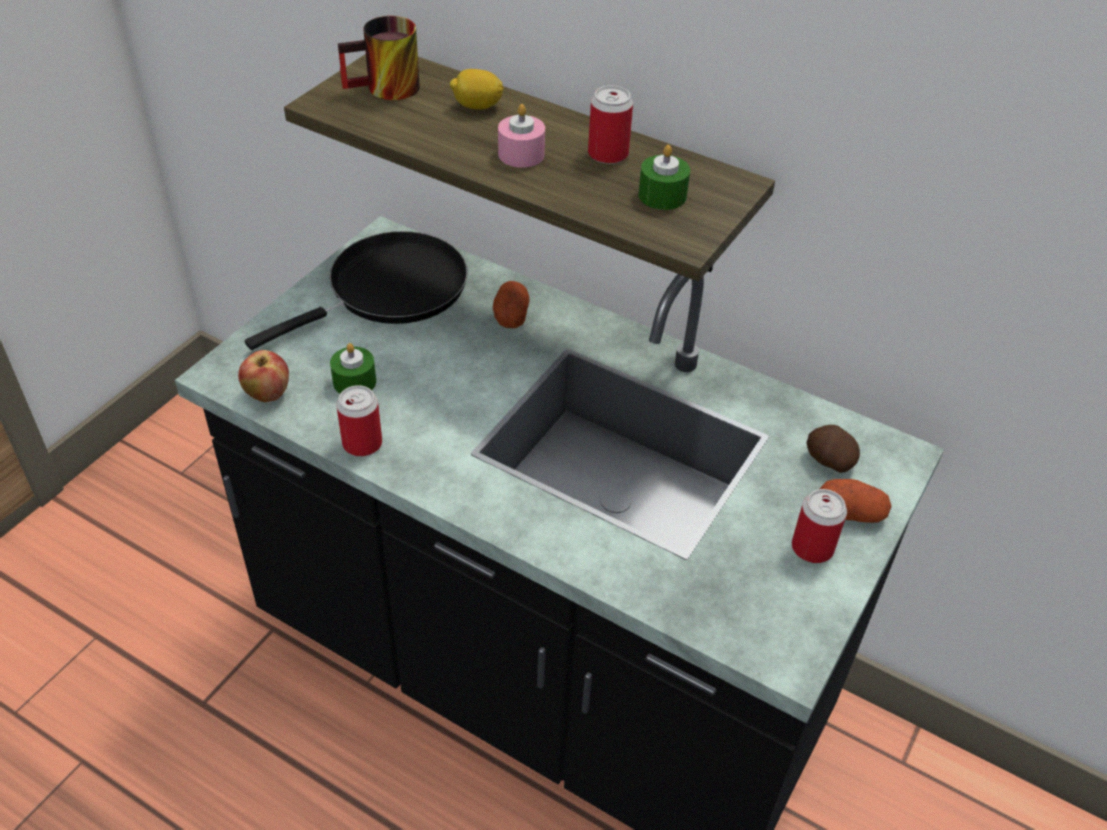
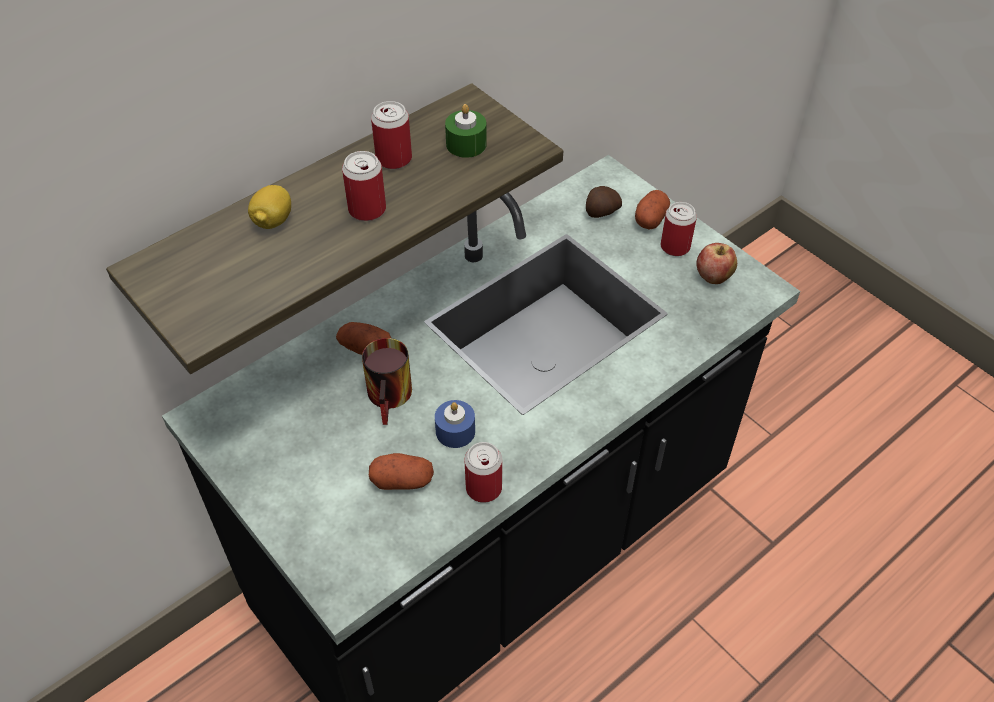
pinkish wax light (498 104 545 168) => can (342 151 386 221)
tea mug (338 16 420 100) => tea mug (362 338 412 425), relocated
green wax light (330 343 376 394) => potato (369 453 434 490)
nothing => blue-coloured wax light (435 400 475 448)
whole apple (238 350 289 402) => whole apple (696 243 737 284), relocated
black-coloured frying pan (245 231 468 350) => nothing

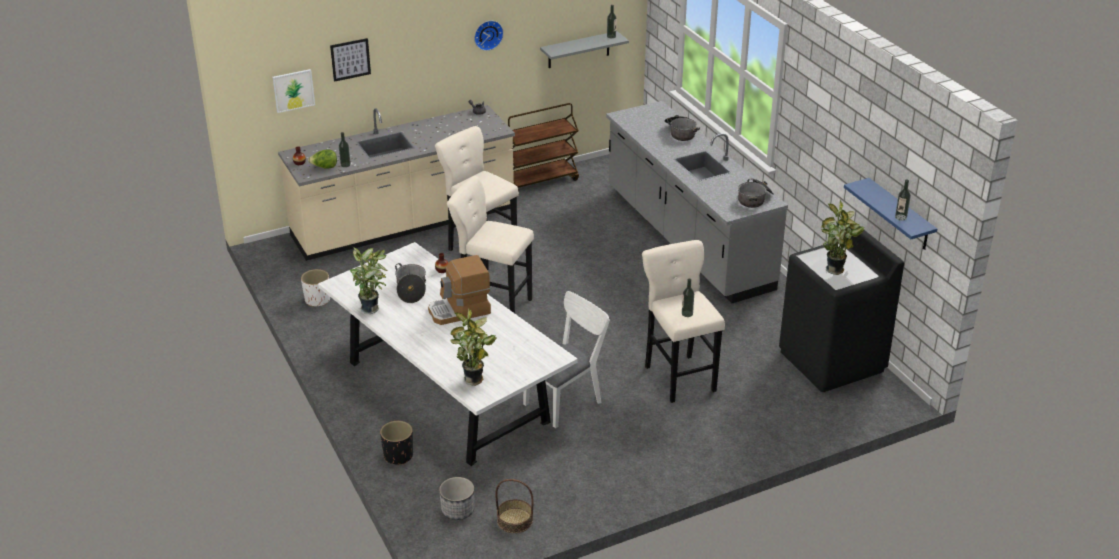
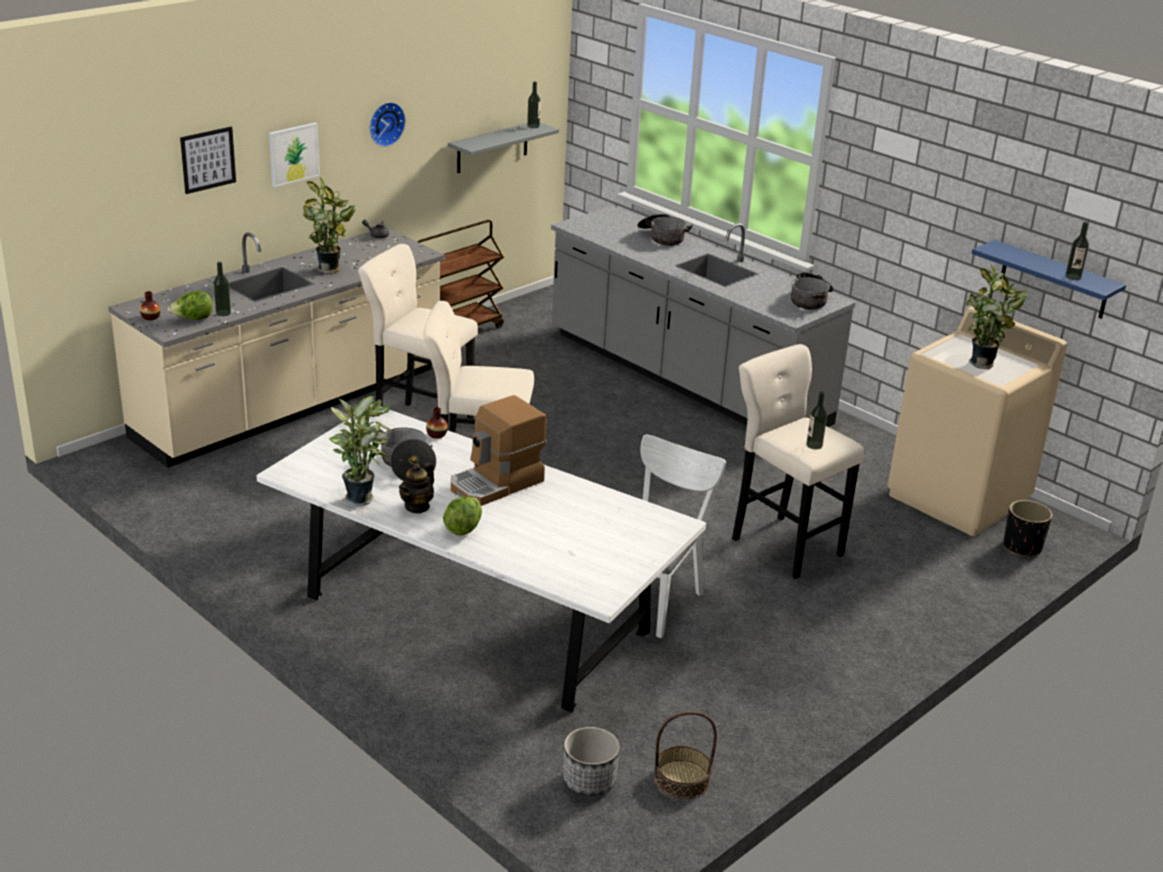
picture (272 69 315 113) => picture (269 123 320 187), relocated
potted plant (450 308 497 386) => potted plant (303 177 356 274), relocated
nothing => tea pot (399 463 434 514)
nothing => lettuce (443 497 482 535)
black-coloured washing machine (779 226 904 392) => beige washing machine (888 306 1067 536)
black-coloured flower pot (380 421 413 465) => black-coloured flower pot (1004 500 1052 556), relocated
whitish flower pot (301 269 330 306) => nothing

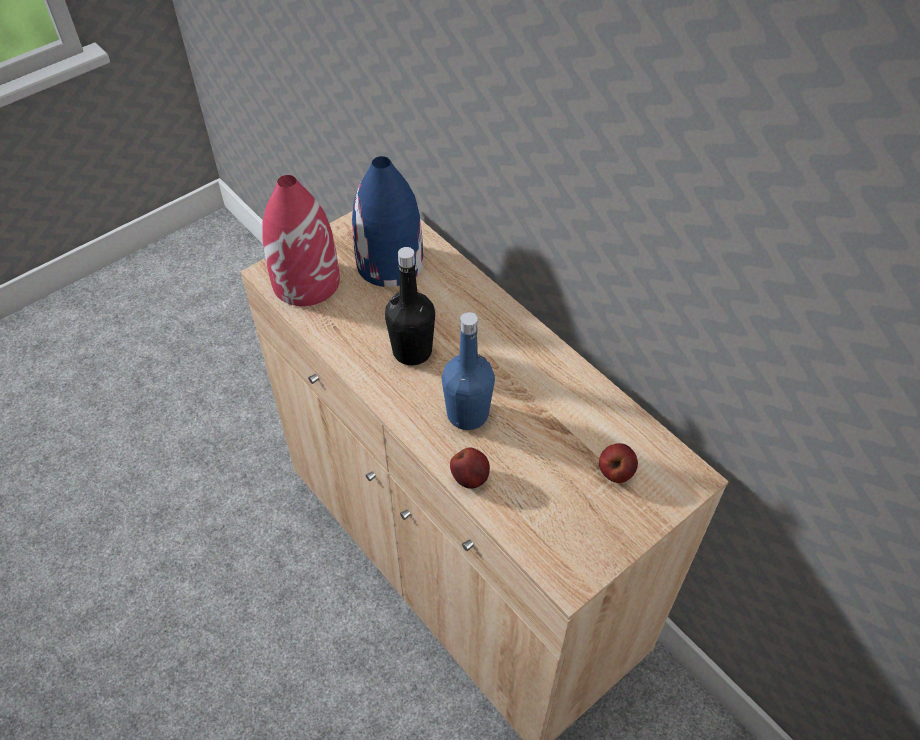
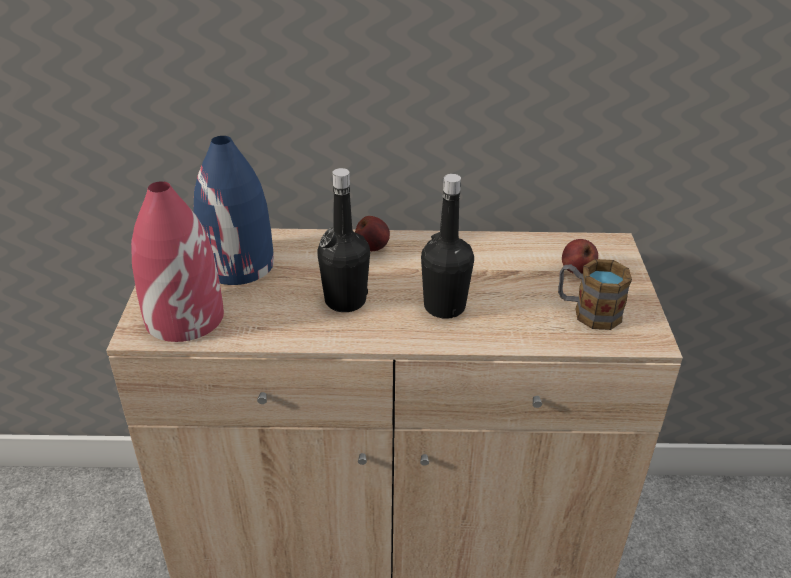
whole apple (450 448 490 489) => whole apple (355 216 390 251), relocated
blue-coloured drink bottle (442 312 495 430) => black-coloured drink bottle (421 174 474 319)
nothing => tea mug (558 259 632 330)

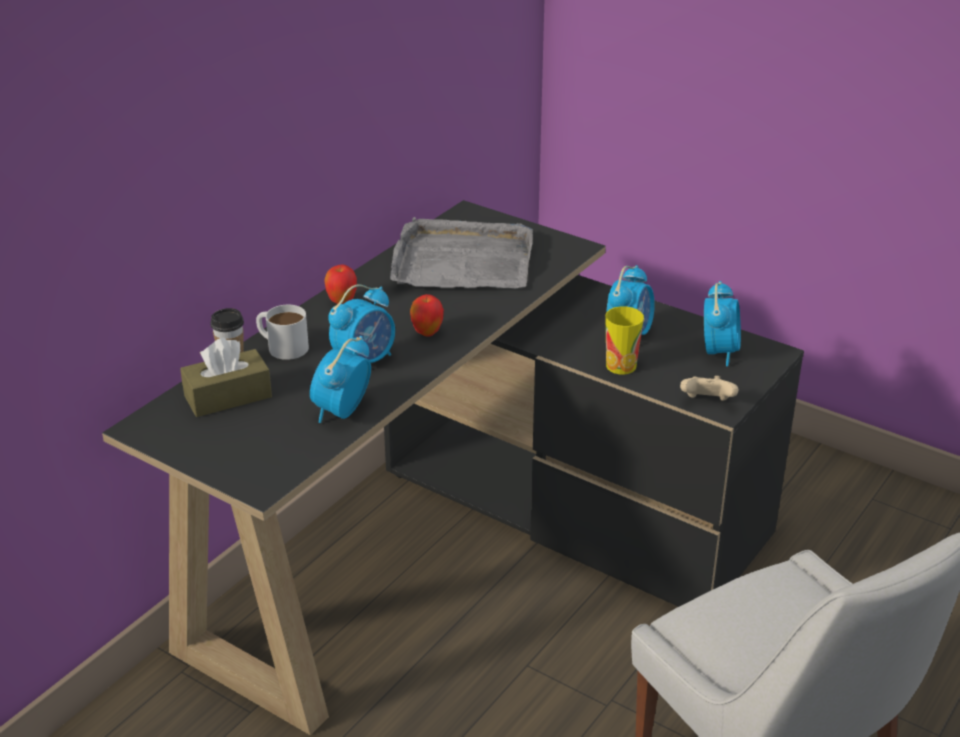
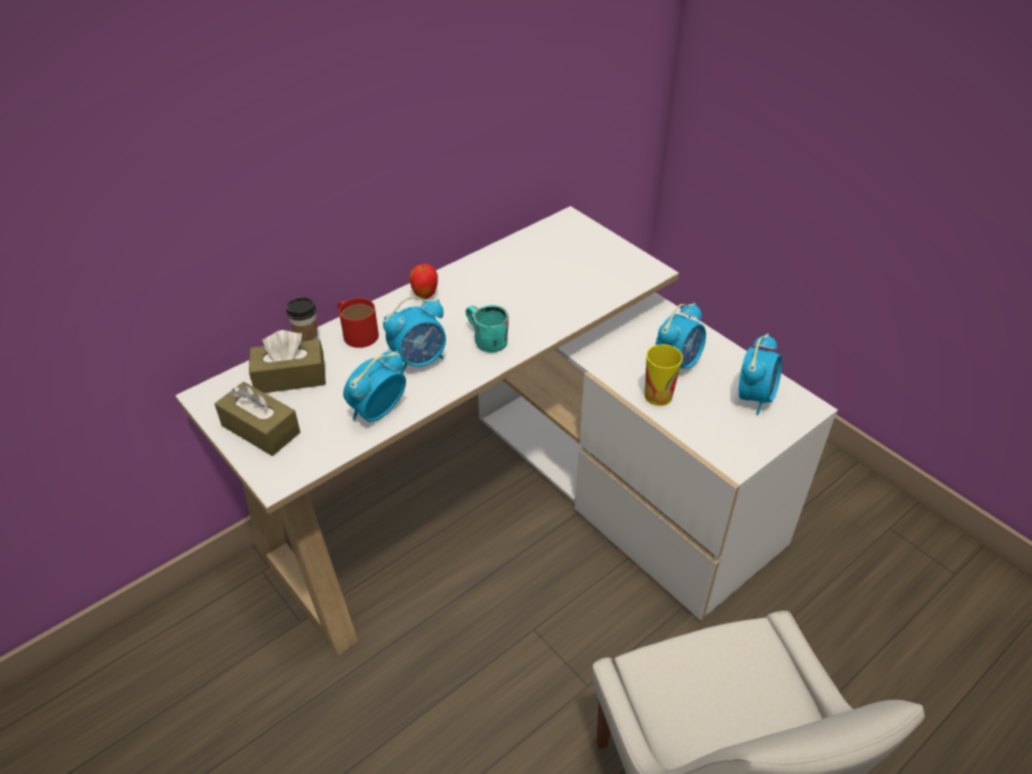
black-coloured desk (102 200 804 735) => whitish desk (175 206 838 655)
nothing => brown-coloured box of tissues (215 382 300 456)
whitish tea mug (256 305 309 360) => red-coloured tea mug (337 298 379 348)
whole apple (410 294 444 337) => turquoise tea mug (466 305 509 353)
greyish tray (390 217 533 288) => nothing
beige game controller (680 376 738 401) => nothing

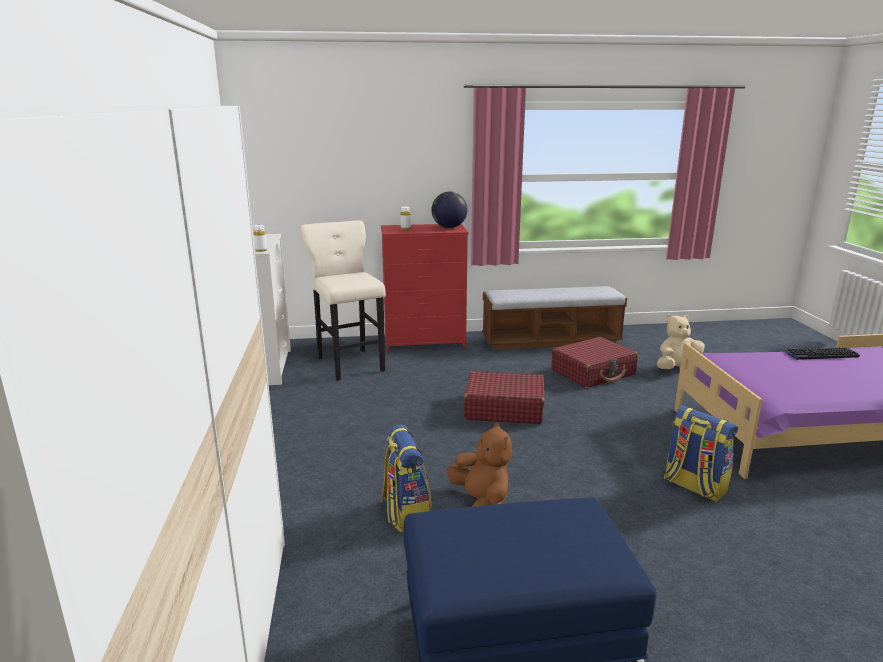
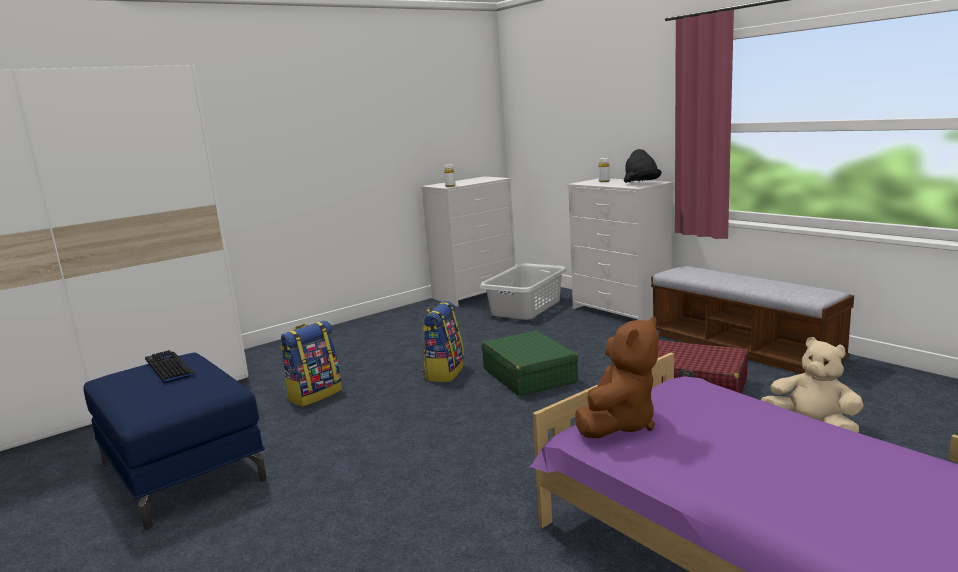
PC keyboard (786 348 860 360) => PC keyboard (145 350 196 383), relocated
knapsack (664 405 738 502) => knapsack (422 301 464 382), relocated
beige stool (300 220 386 381) => greyish washing basket (480 264 567 320)
red-coloured travel case (464 371 545 424) => green travel case (482 331 578 396)
red-coloured drawer chest (381 224 469 352) => whitish drawer chest (567 179 673 321)
brown-coloured plush toy (447 422 512 507) => brown-coloured plush toy (575 316 659 438), relocated
globe (432 192 467 228) => black-coloured clothing hat (624 149 661 183)

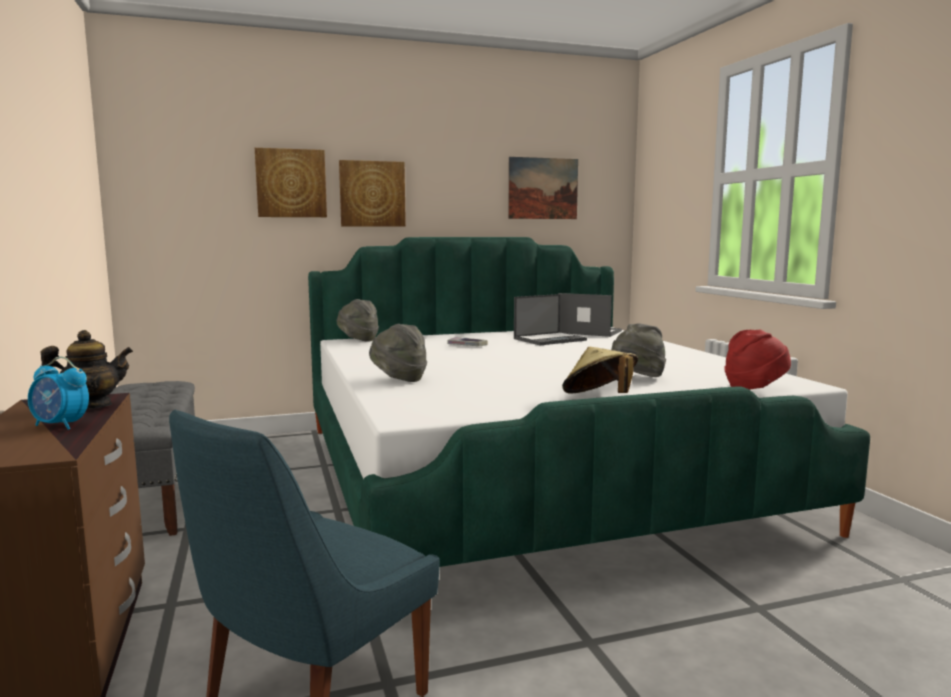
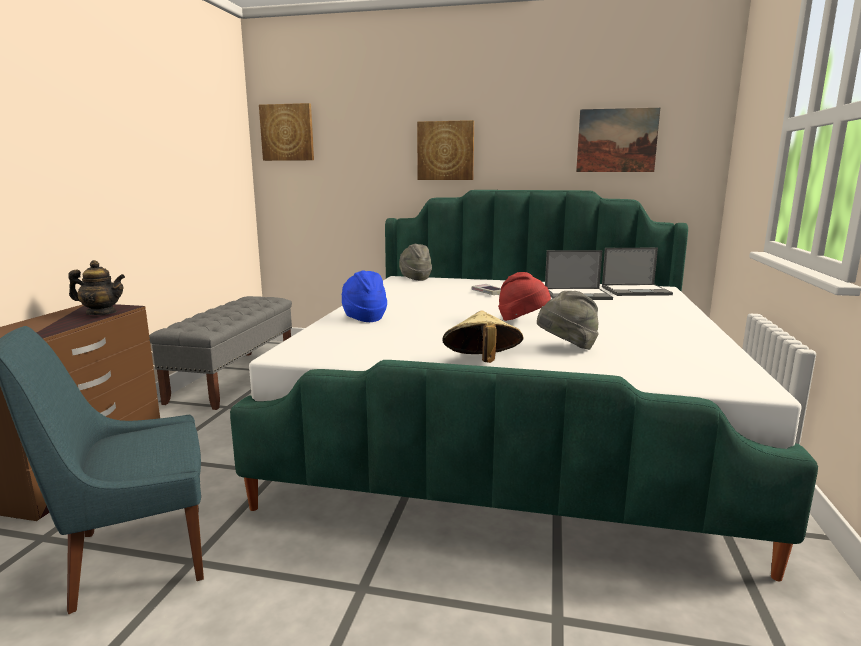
picture (255 148 327 217) => picture (259 103 314 161), relocated
greyish clothing hat (369 324 427 382) => blue-coloured clothing hat (342 270 387 322)
red-coloured clothing hat (724 330 791 390) => red-coloured clothing hat (498 272 551 321), relocated
laptop (558 293 622 337) => laptop (602 248 673 296), 120 degrees clockwise
bedside clock (28 356 89 430) => nothing

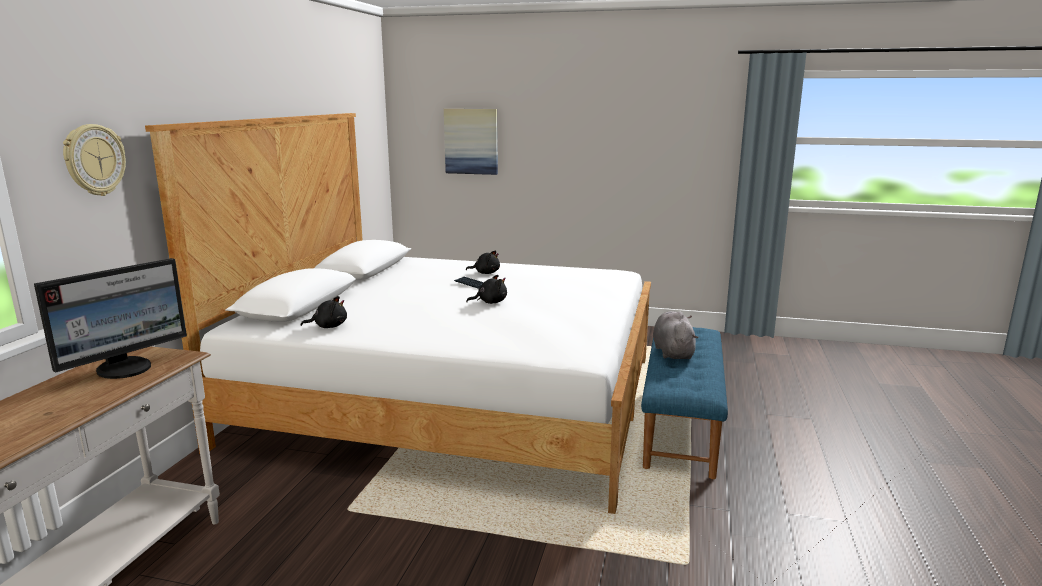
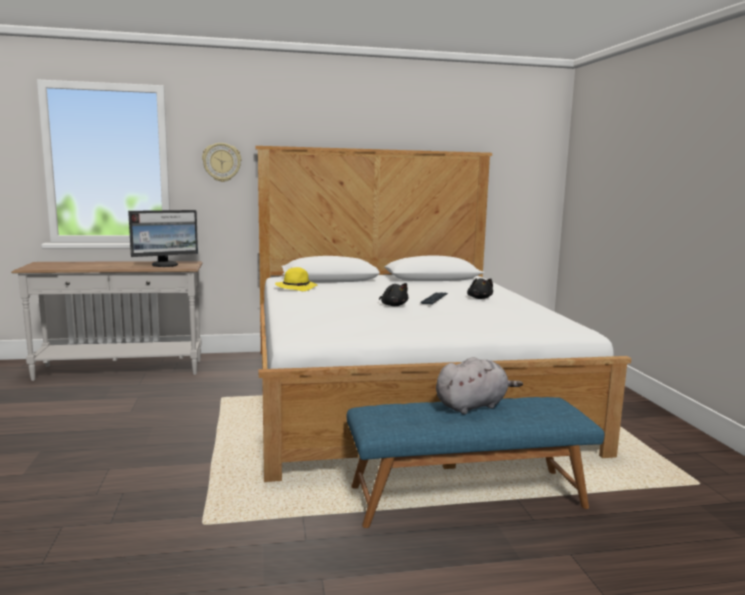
computer screen (34 258 187 379) => computer screen (128 210 198 267), 45 degrees counterclockwise
black-coloured plush toy (301 296 347 328) => yellowish clothing hat (275 267 317 291)
picture (444 109 498 175) => nothing

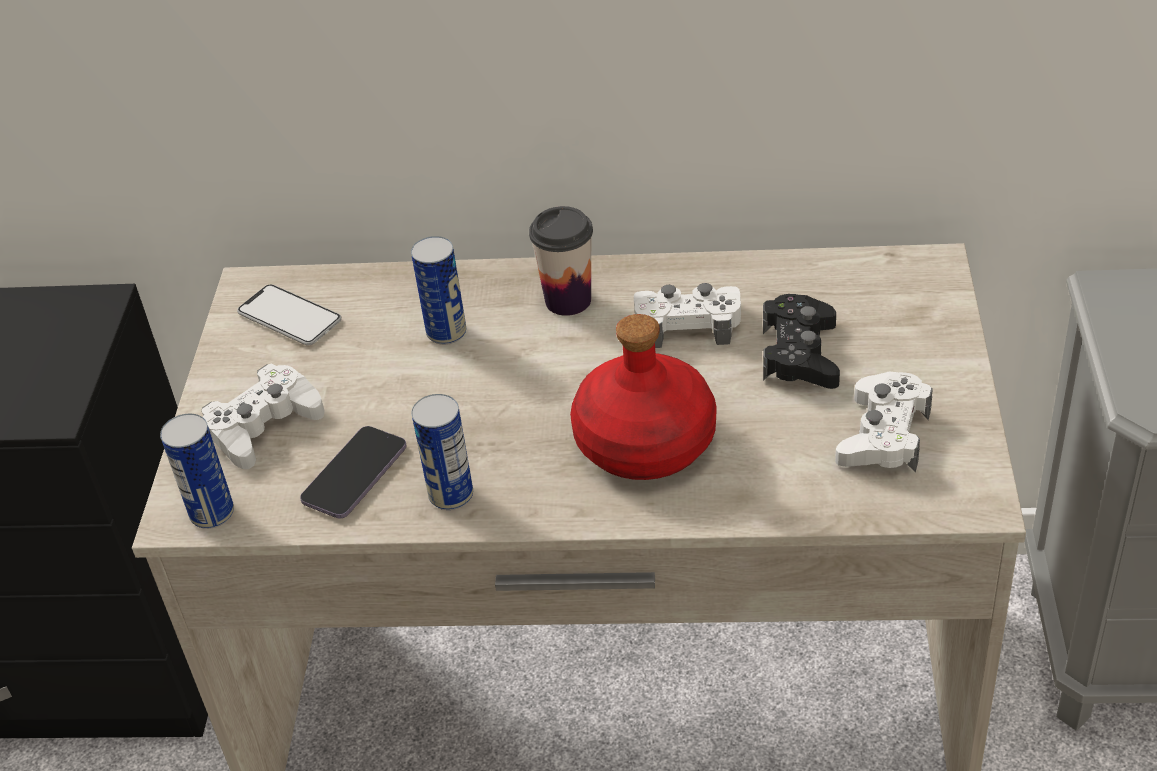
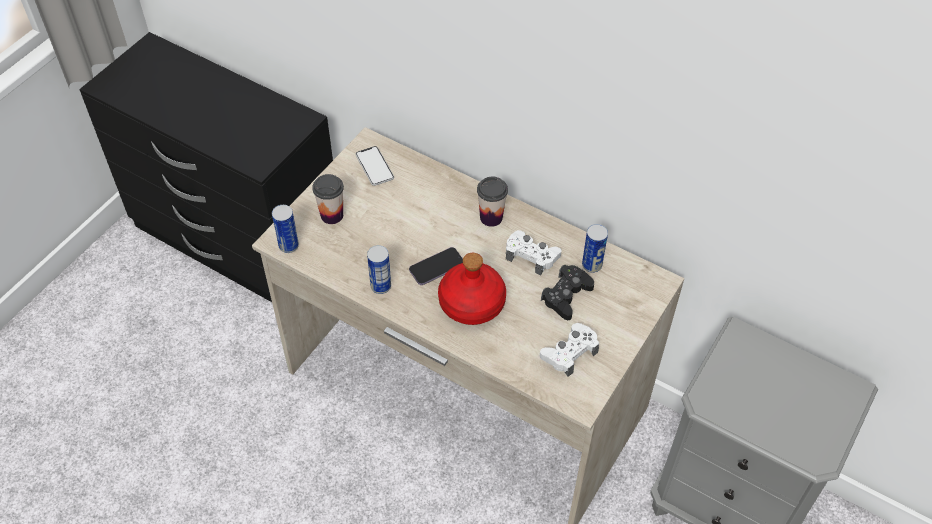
whitish game controller (202 363 325 469) => drinking cup (312 174 344 224)
phone (300 426 407 519) => phone (409 247 463 285), relocated
can (411 236 466 345) => can (582 224 608 273), relocated

